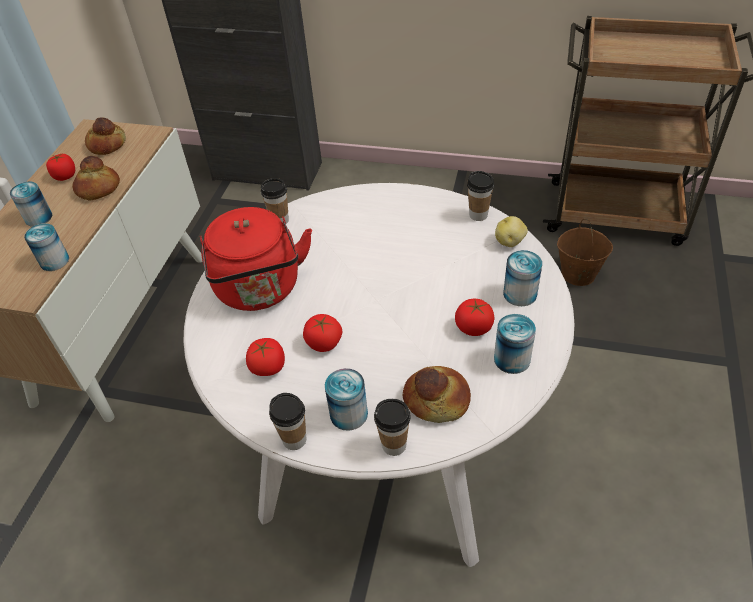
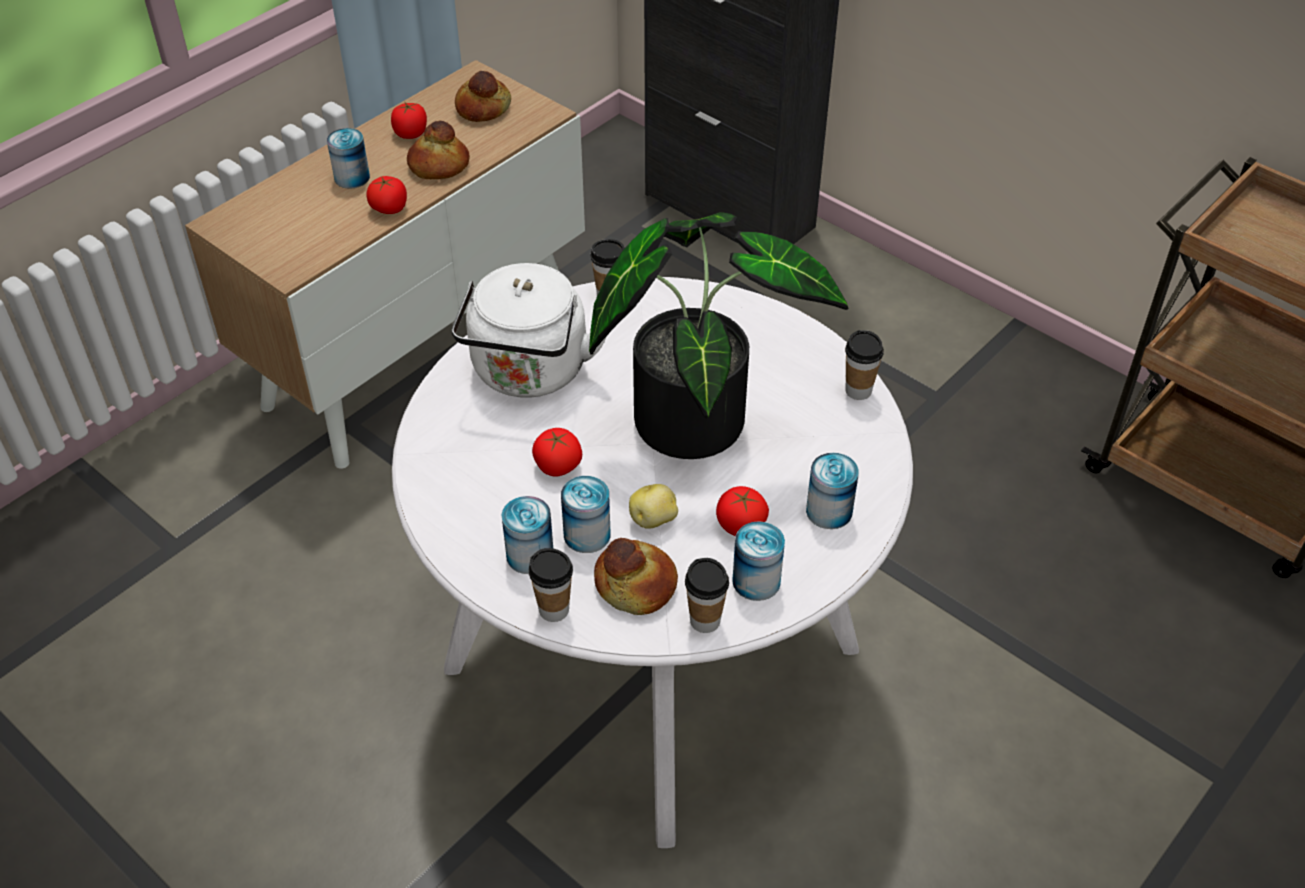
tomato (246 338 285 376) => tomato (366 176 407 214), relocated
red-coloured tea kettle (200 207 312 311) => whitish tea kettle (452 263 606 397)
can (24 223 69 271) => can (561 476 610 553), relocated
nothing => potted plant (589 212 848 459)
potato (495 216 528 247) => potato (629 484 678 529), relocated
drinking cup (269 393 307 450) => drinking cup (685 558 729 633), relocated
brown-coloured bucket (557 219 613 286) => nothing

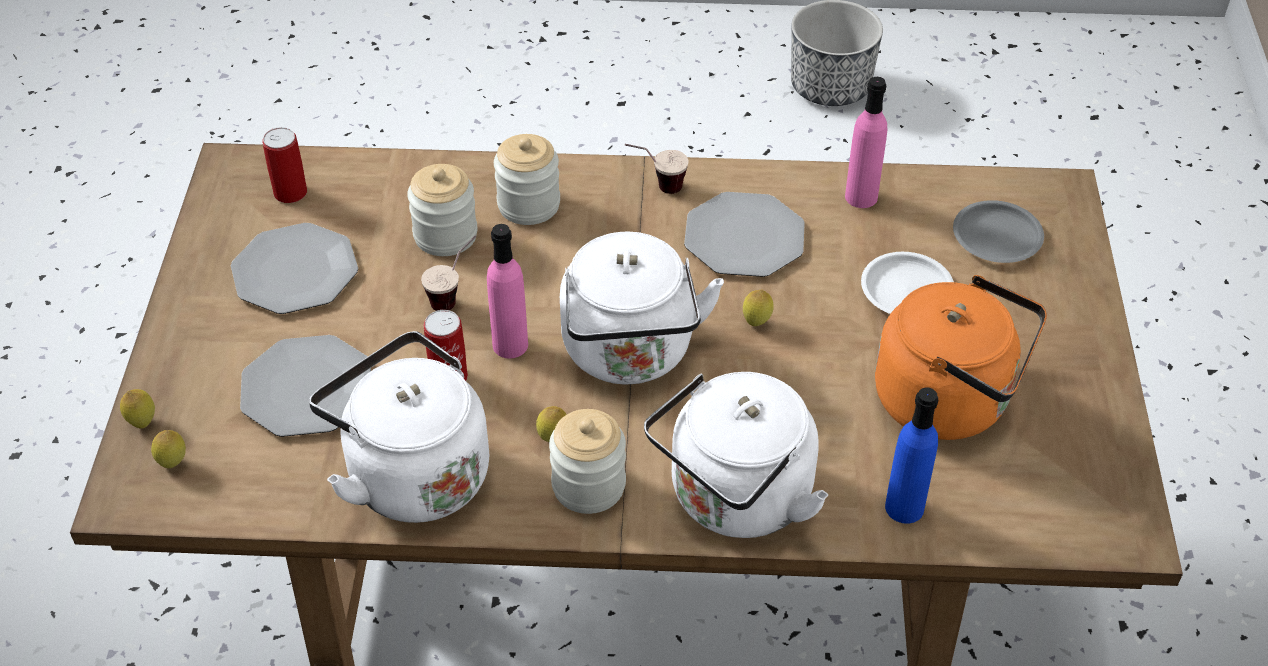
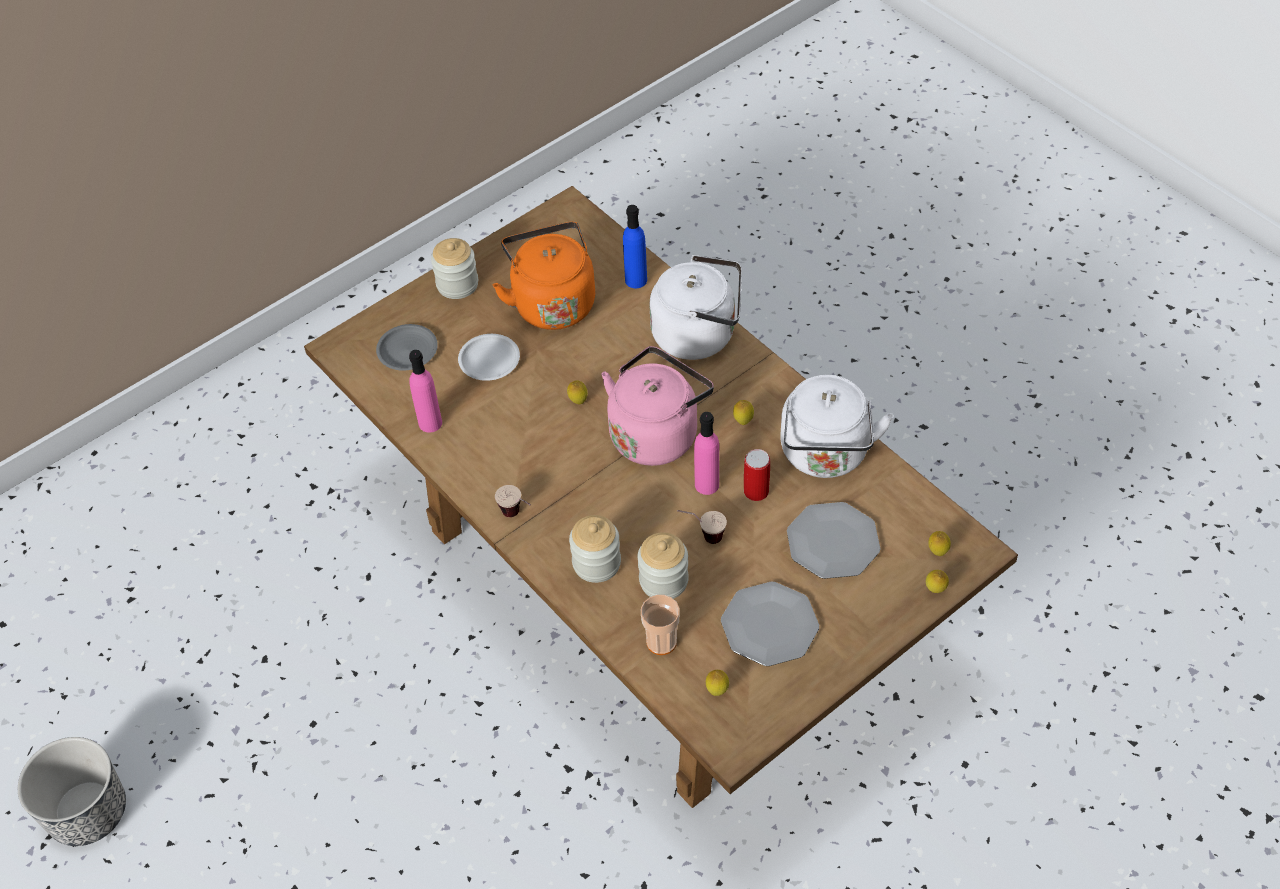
preserve jar (549 409 626 514) => preserve jar (431 238 478 299), relocated
whitish tea kettle (560 232 724 385) => pinkish tea kettle (601 346 714 466)
nothing => drinking cup (641 595 680 655)
can (262 127 307 203) => lemon (706 670 729 696)
dinner plate (684 192 805 277) => nothing

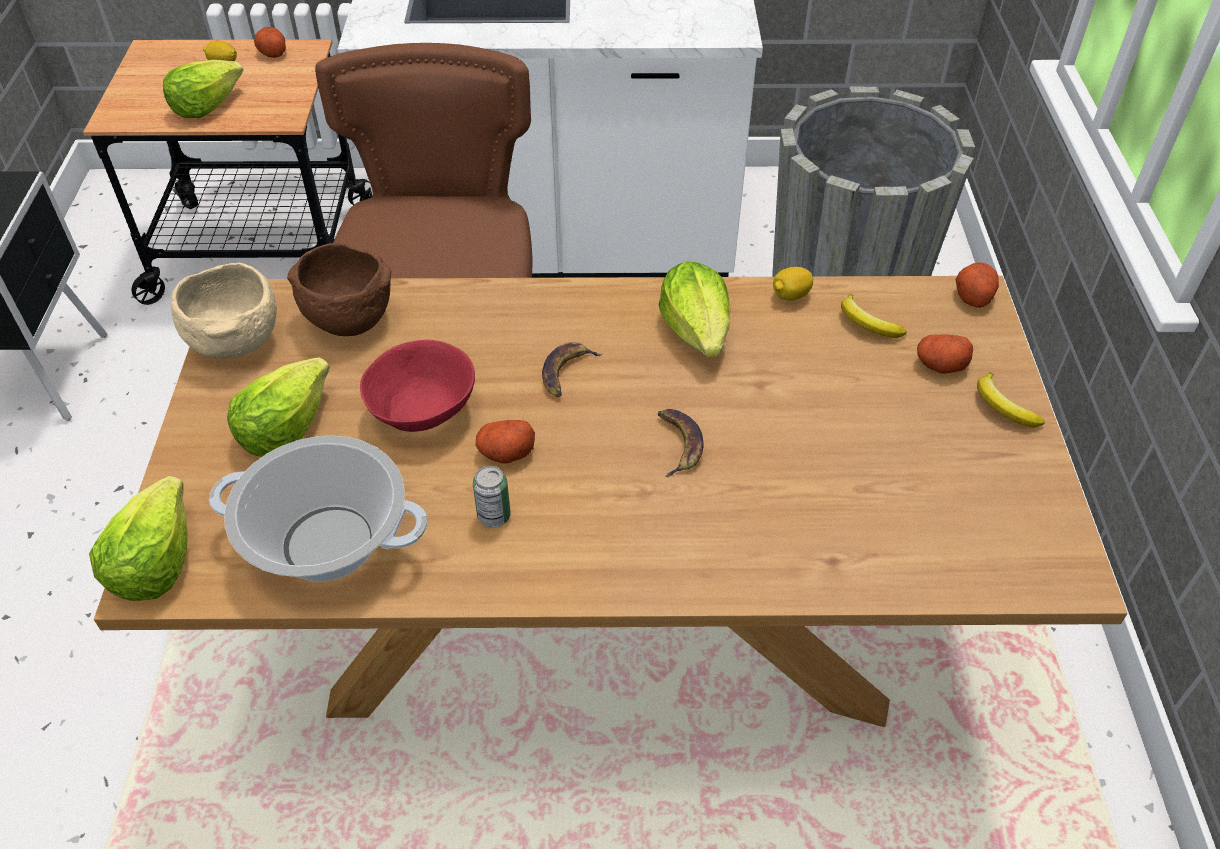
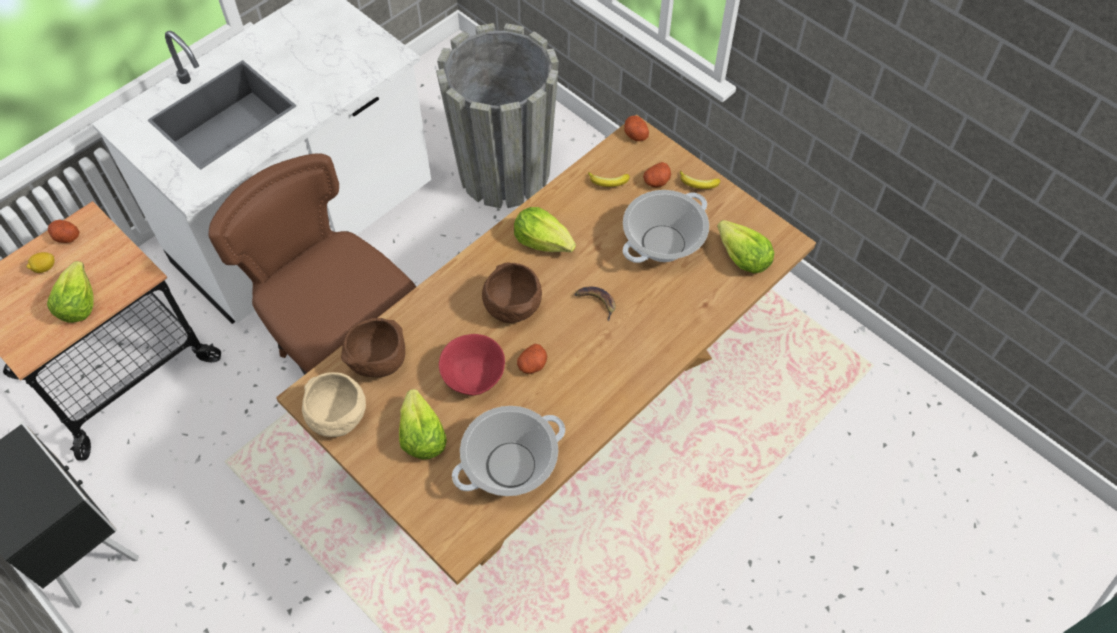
whole banana (542 342 602 397) => brown-coloured deep dish (482 262 542 323)
nothing => stockpot (623 190 709 263)
lettuce (89 476 188 601) => lettuce (717 220 774 273), relocated
can (473 466 511 527) => nothing
lemon (773 267 813 300) => nothing

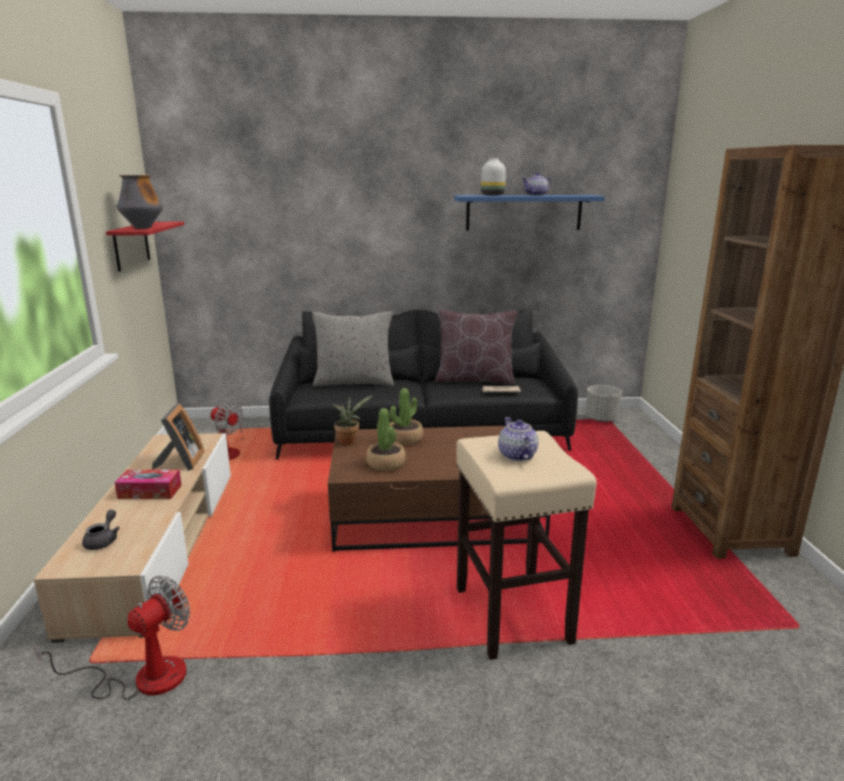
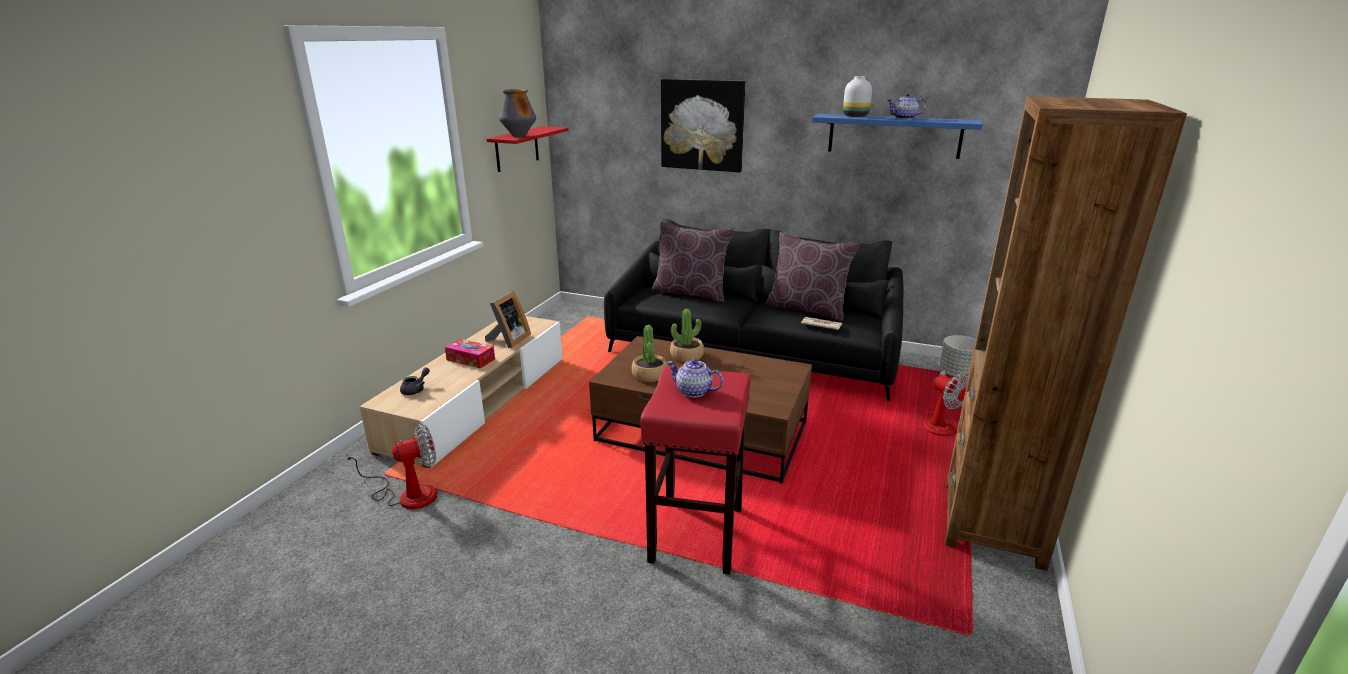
beige stool (456 431 597 660) => red-coloured stool (640 366 751 574)
greyish pillow (312 311 394 386) => brown-coloured pillow (651 222 733 302)
nothing => picture (661 79 745 172)
tea pot (498 417 538 461) => tea pot (666 359 723 397), 75 degrees counterclockwise
cooling fan (211 401 243 460) => cooling fan (921 370 969 436), relocated
potted plant (333 395 373 445) => nothing

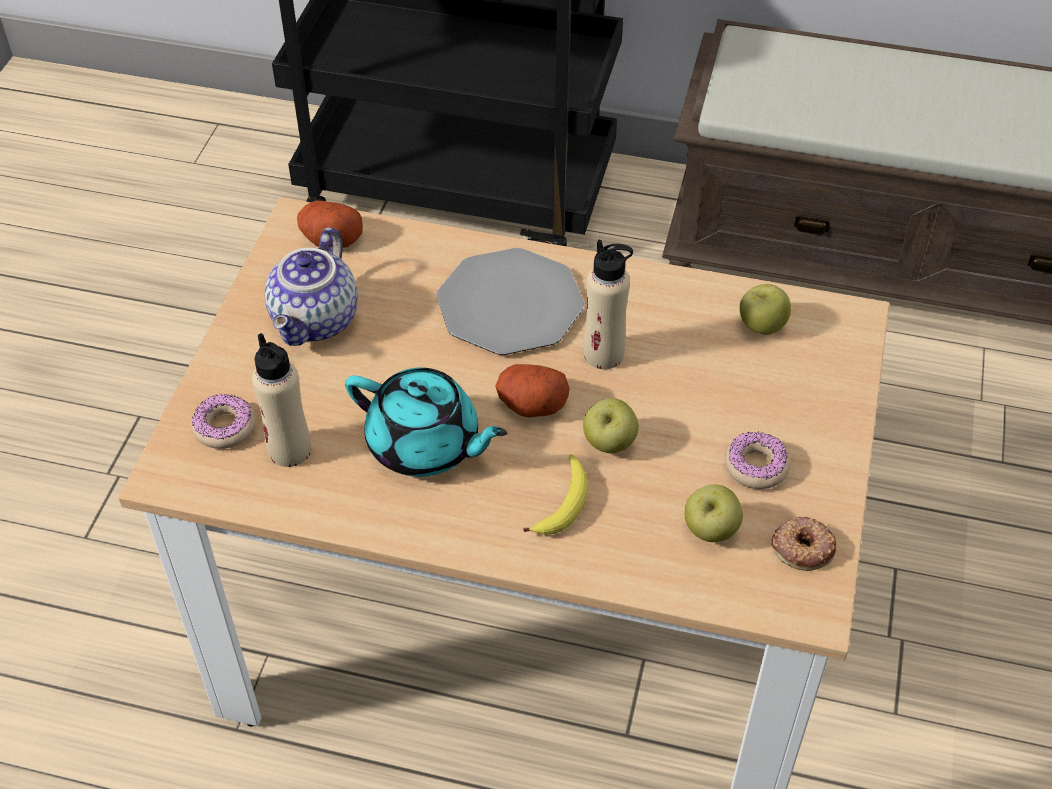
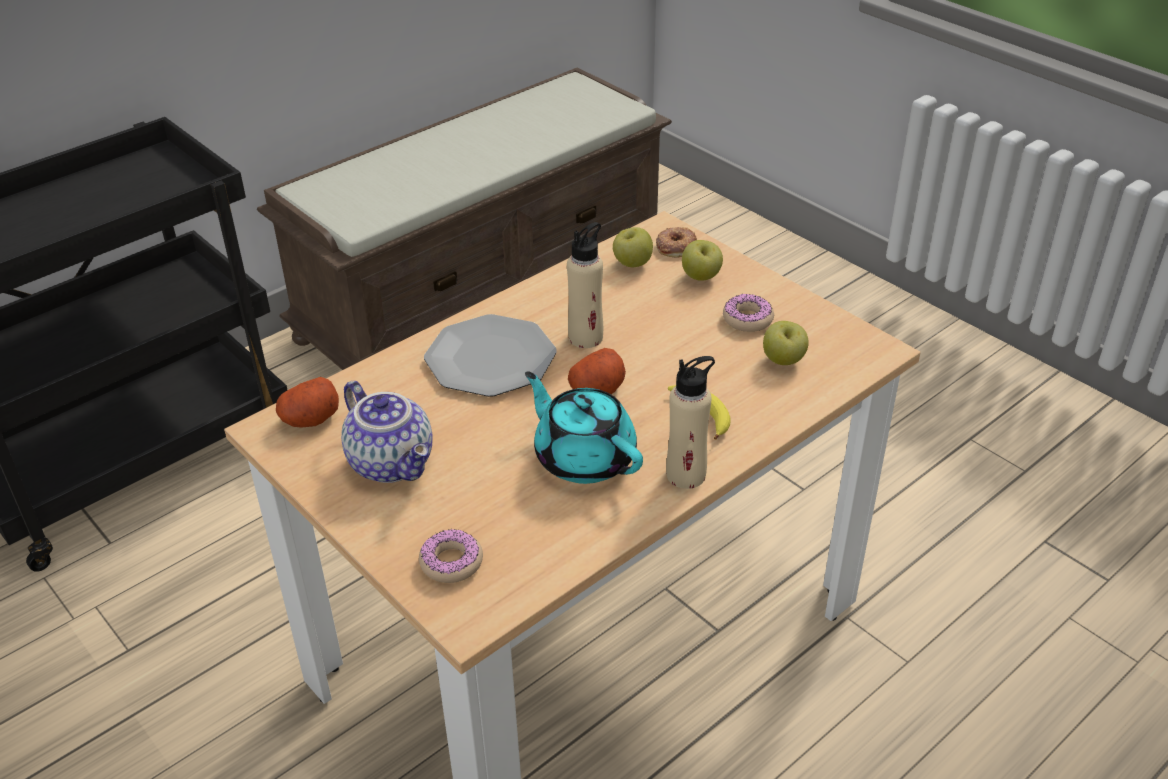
turquoise tea pot (345 367 507 477) => turquoise tea pot (525 371 643 484), 105 degrees counterclockwise
doughnut (772 517 836 571) => doughnut (656 227 697 258), relocated
beige drink bottle (252 333 311 467) => beige drink bottle (666 356 715 489), relocated
whole apple (583 398 639 453) => whole apple (682 240 723 281), relocated

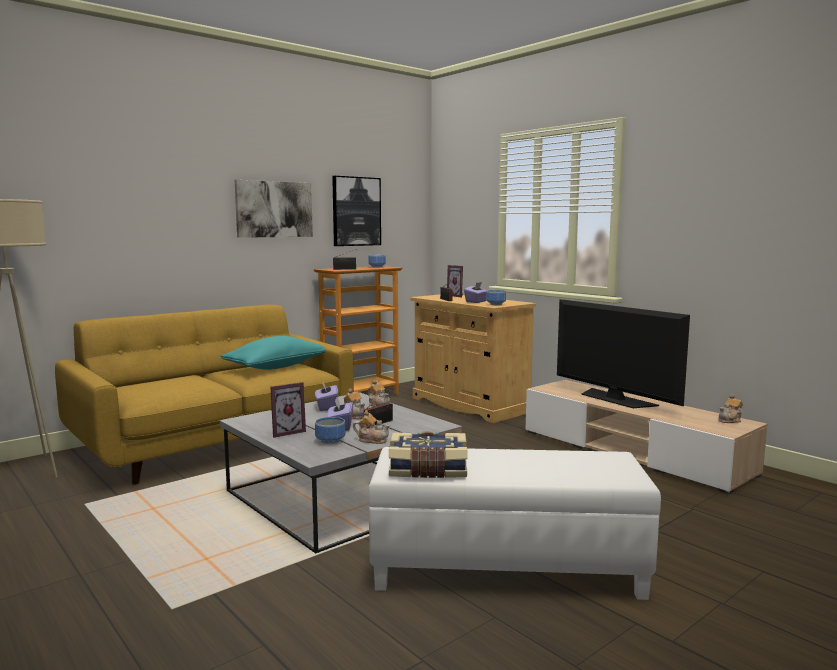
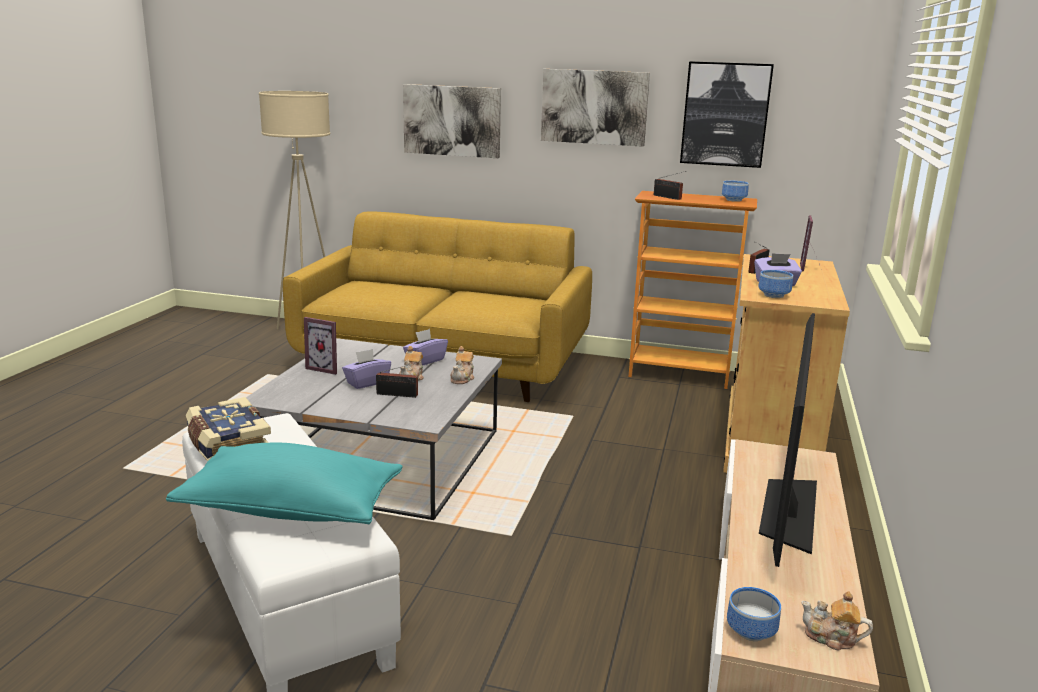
turquoise pillow (221 336 326 370) => turquoise pillow (166 443 403 524), relocated
nothing => picture (403 84 501 158)
deep dish (315 417 345 444) => deep dish (727 587 781 641), relocated
tea pot (353 410 390 444) => nothing

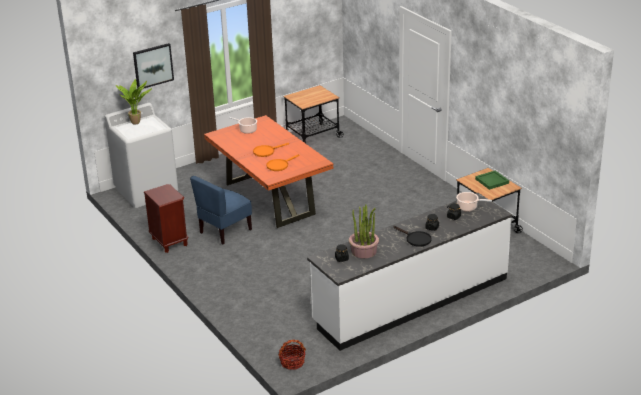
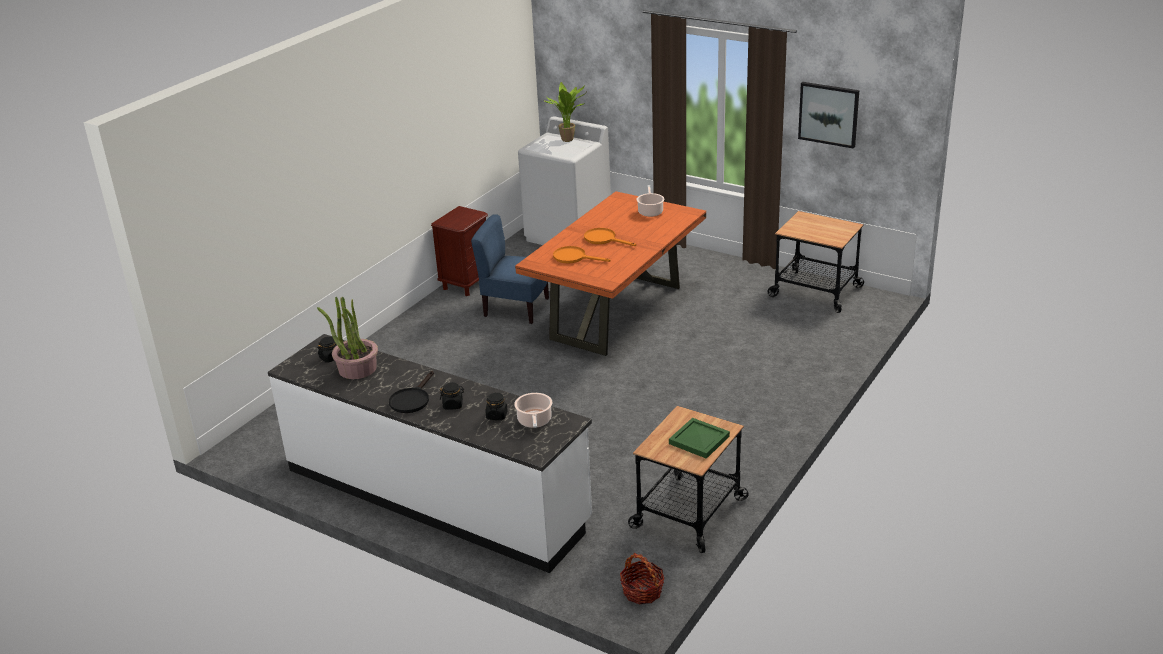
basket (278 339 306 370) => basket (620 553 664 604), relocated
picture (133 43 174 89) => picture (798 82 859 149), relocated

